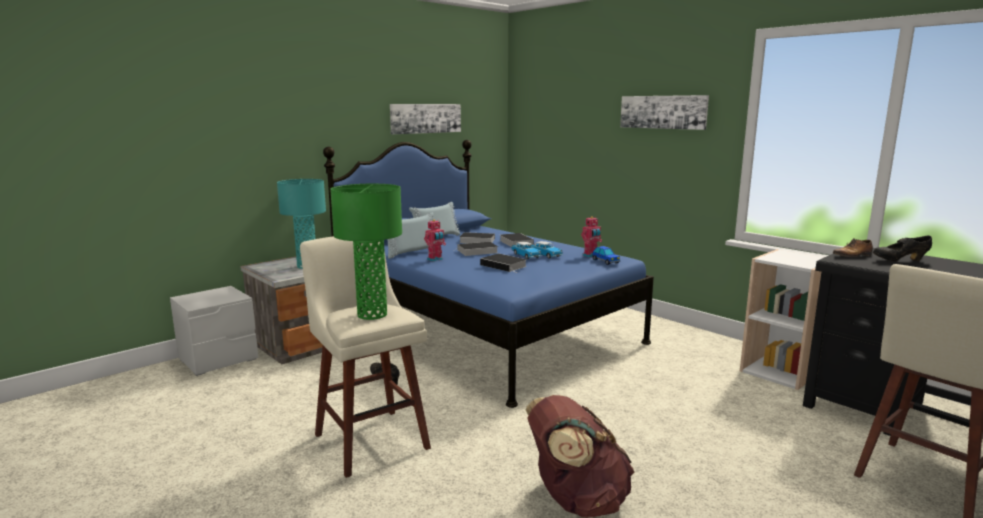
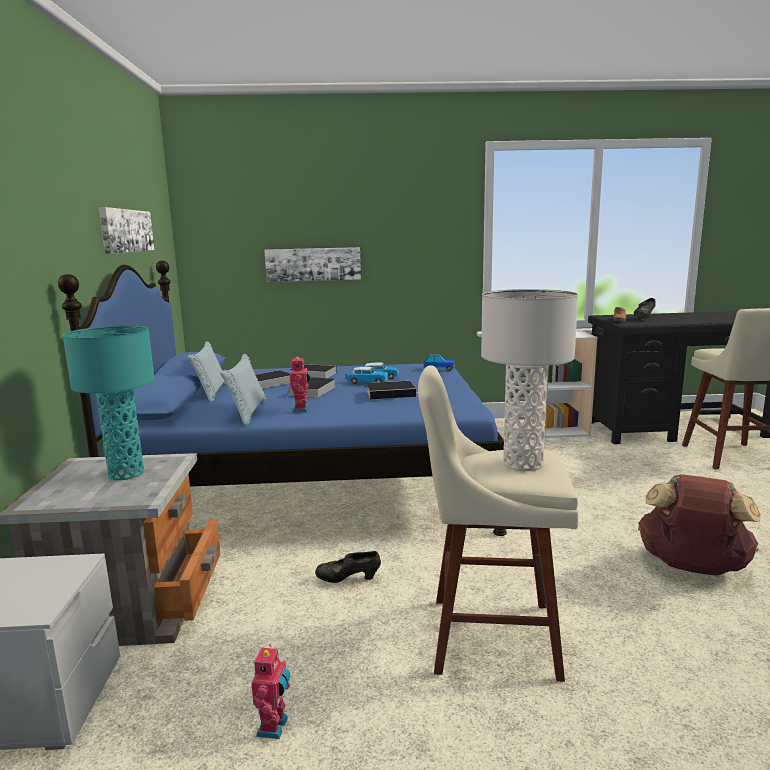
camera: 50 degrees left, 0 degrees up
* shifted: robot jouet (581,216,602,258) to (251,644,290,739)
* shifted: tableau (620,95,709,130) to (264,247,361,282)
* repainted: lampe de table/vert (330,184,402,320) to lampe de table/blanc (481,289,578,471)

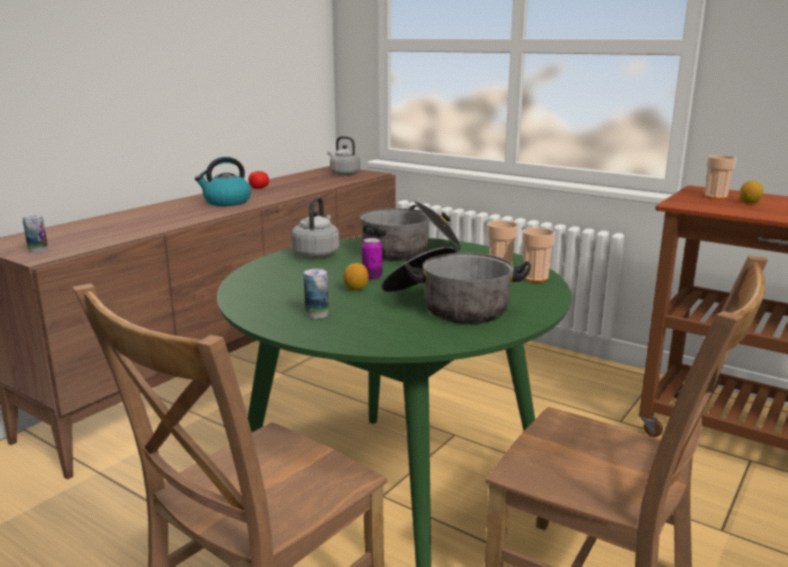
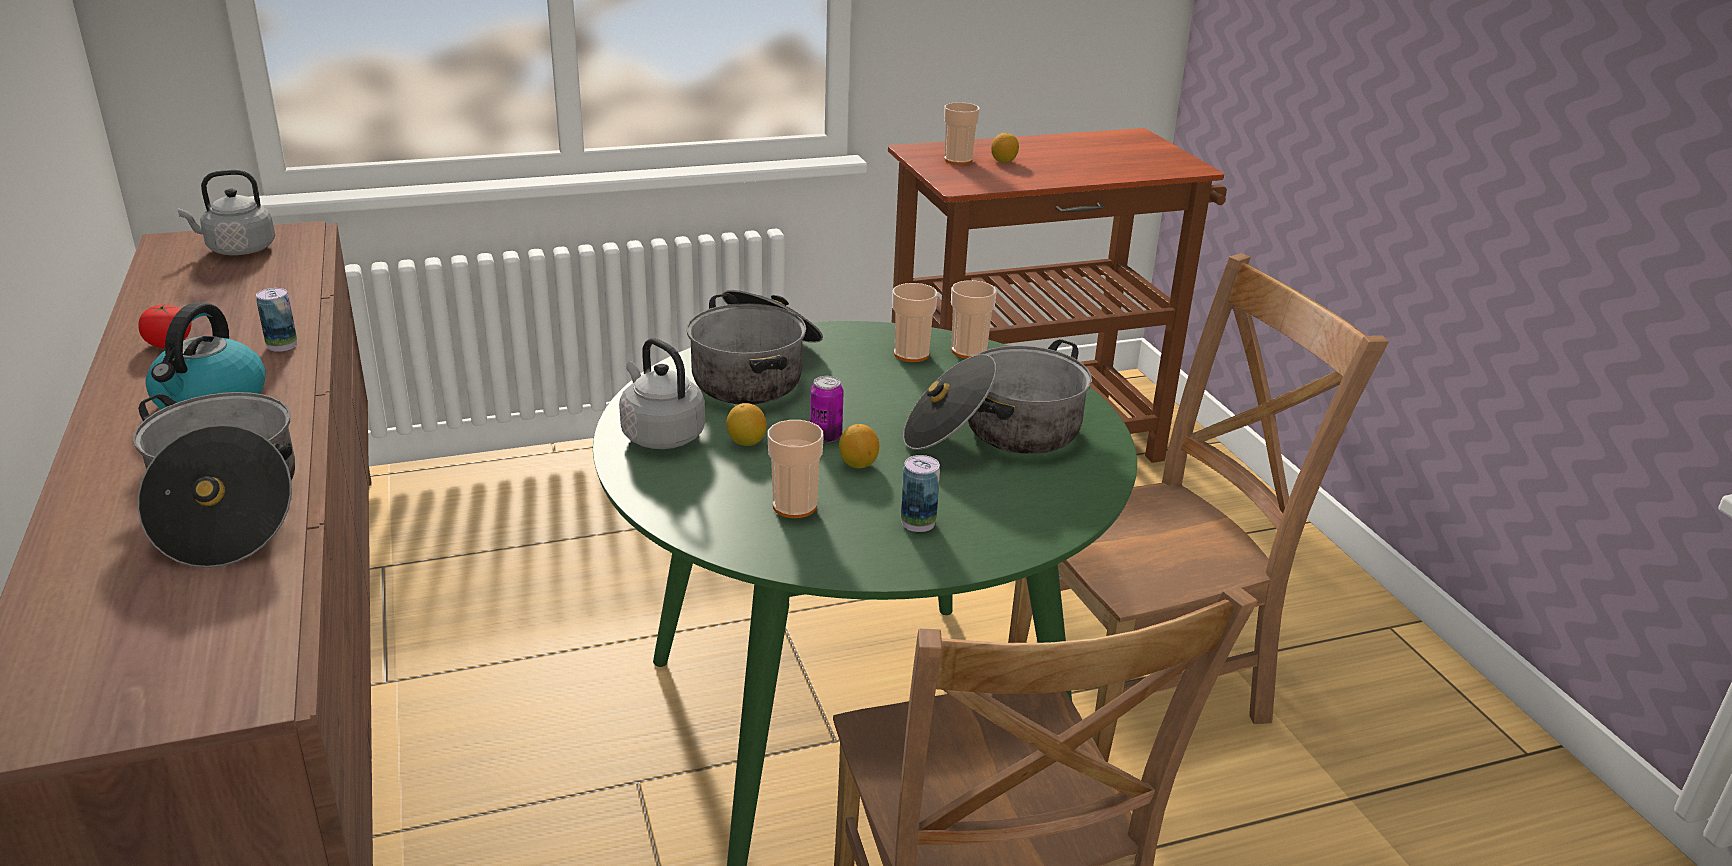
camera: 55 degrees left, 10 degrees up
* new: marmite (133,392,295,568)
* shifted: boîte métallique (23,214,48,253) to (256,288,297,352)
* new: citron (726,403,767,446)
* new: tasse (767,420,824,518)

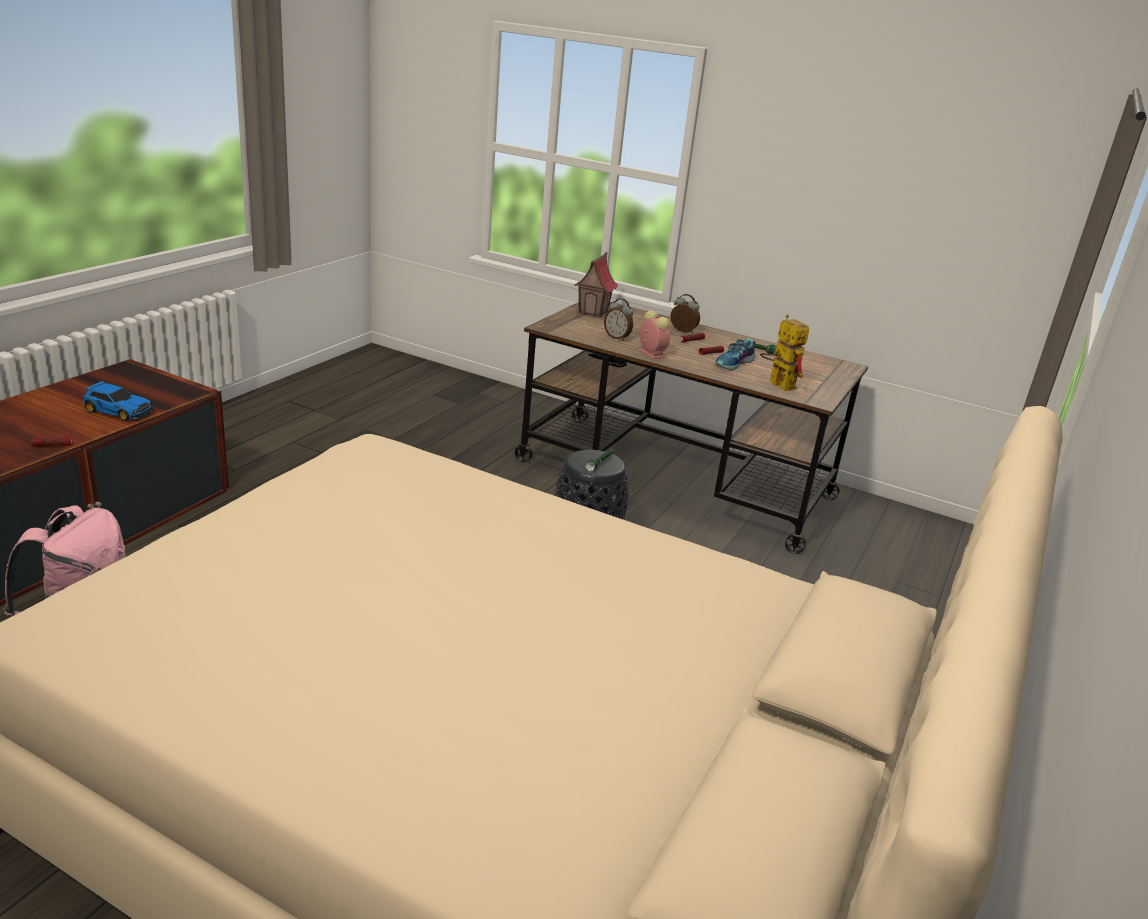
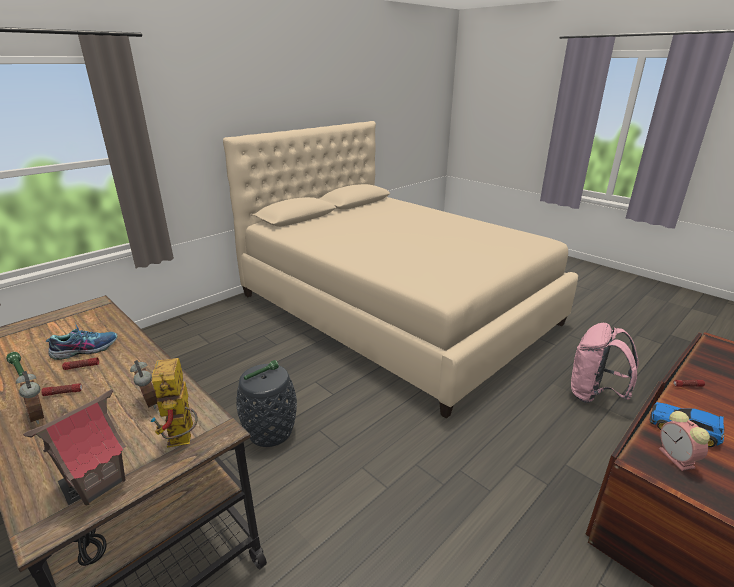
camera: 160 degrees left, 0 degrees up
* shifted: robot jouet (760,315,809,391) to (150,358,198,448)
* shifted: réveil (640,311,670,359) to (658,411,710,471)

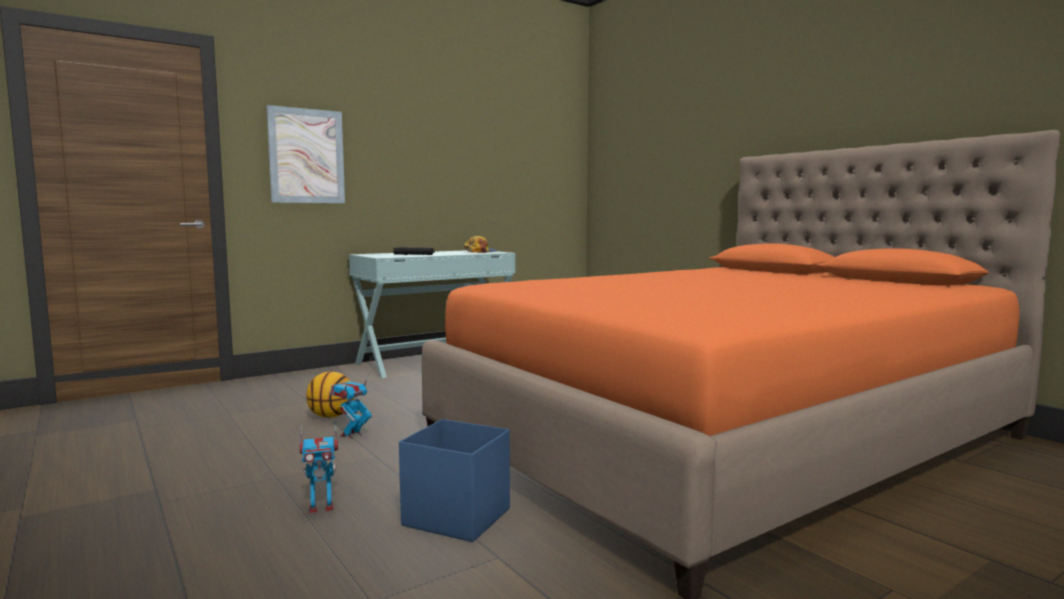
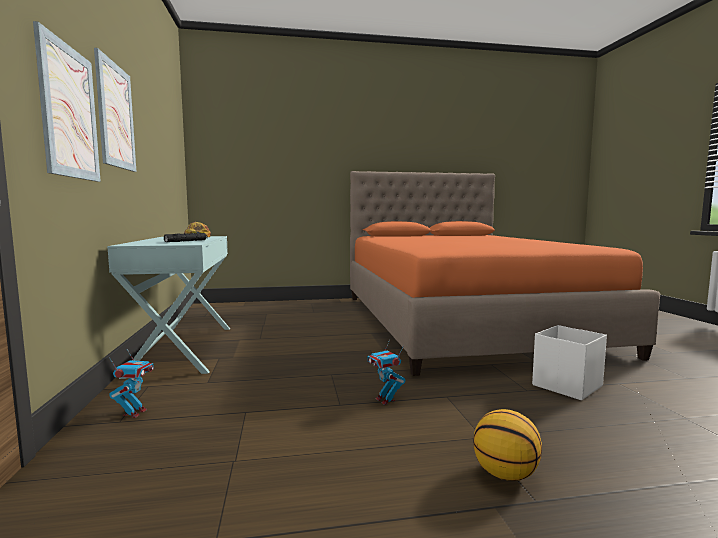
camera: 65 degrees left, 0 degrees up
* new: tableau (94,48,136,172)
* shifted: robot jouet (300,421,338,513) to (109,349,154,418)
* shifted: ballon de basket (306,371,354,418) to (473,409,542,481)
* repainted: boîte de rangement/bleu (399,419,510,542) to boîte de rangement/blanc (532,325,607,400)

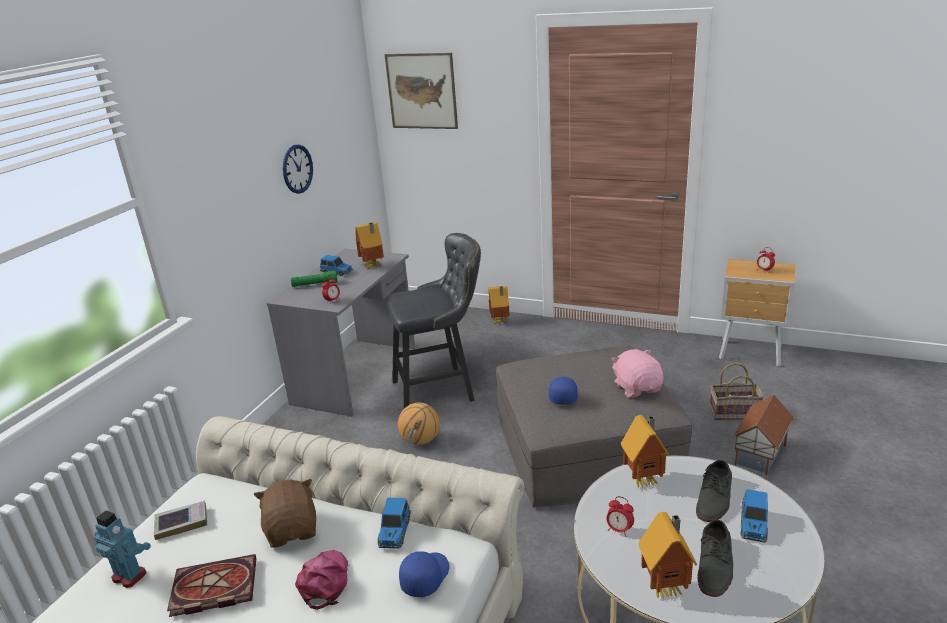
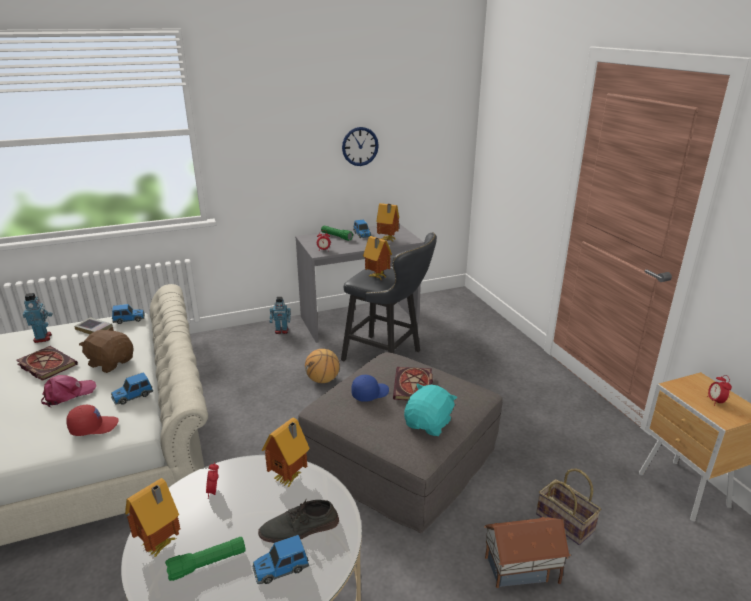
camera: 45 degrees right, 0 degrees up
* repainted: casquette/bleu (399,551,450,597) to casquette/rouge (66,405,119,436)
* rotated: peluche/marron (254,479,316,548) = (79,327,133,373) 90 degrees counterclockwise
* new: petite voiture (112,304,145,324)
* swapped: chaussure/gris (698,520,733,597) to lampe de poche/vert (165,537,246,581)
* new: robot jouet (270,297,291,334)
* shifted: maison miniature (489,286,510,324) to (363,236,392,279)
* new: livre (393,367,433,401)
* repainted: peluche/rose (611,349,663,398) to peluche/turquoise (404,383,457,436)
* gone: tableau (385,53,458,129)

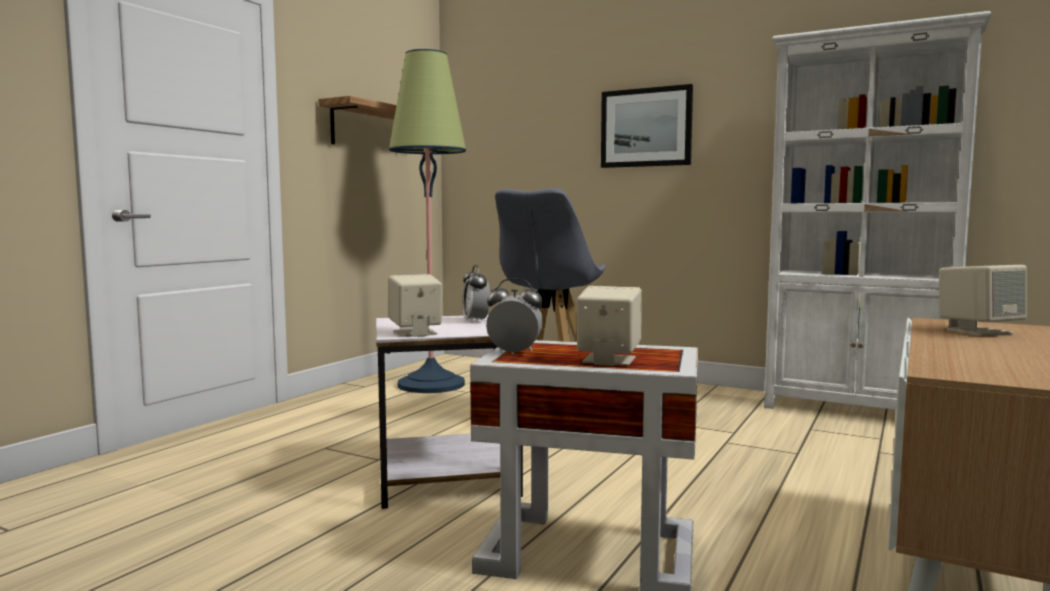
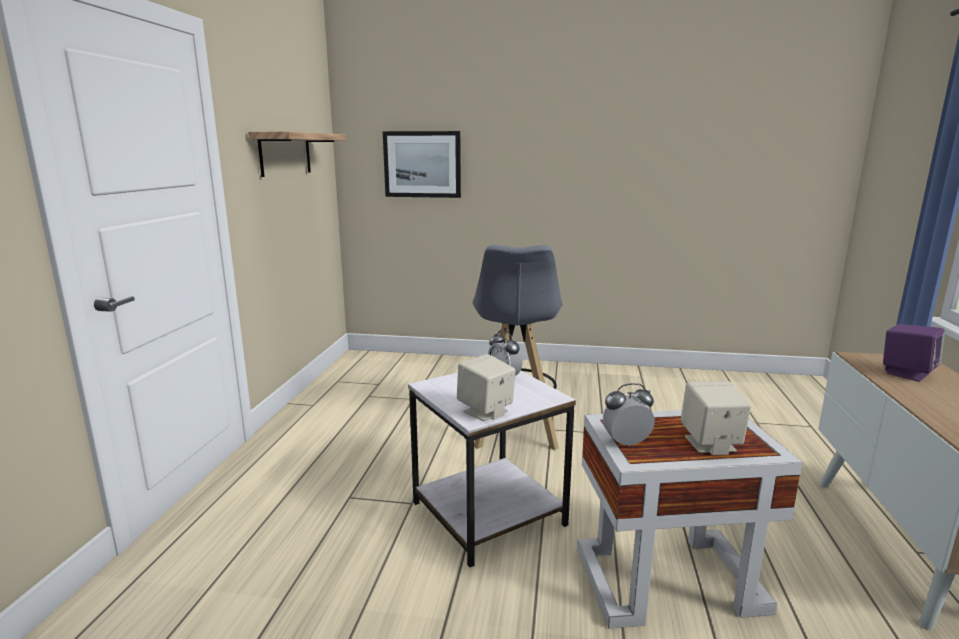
camera: 20 degrees left, 10 degrees up
* shifted: tableau (601,84,693,168) to (383,131,461,198)
* repainted: enceinte/beige (939,265,1027,336) to enceinte/violet (883,324,945,382)
* gone: lampadaire (389,49,466,393)
* gone: bibliothèque/blanc (764,11,991,410)

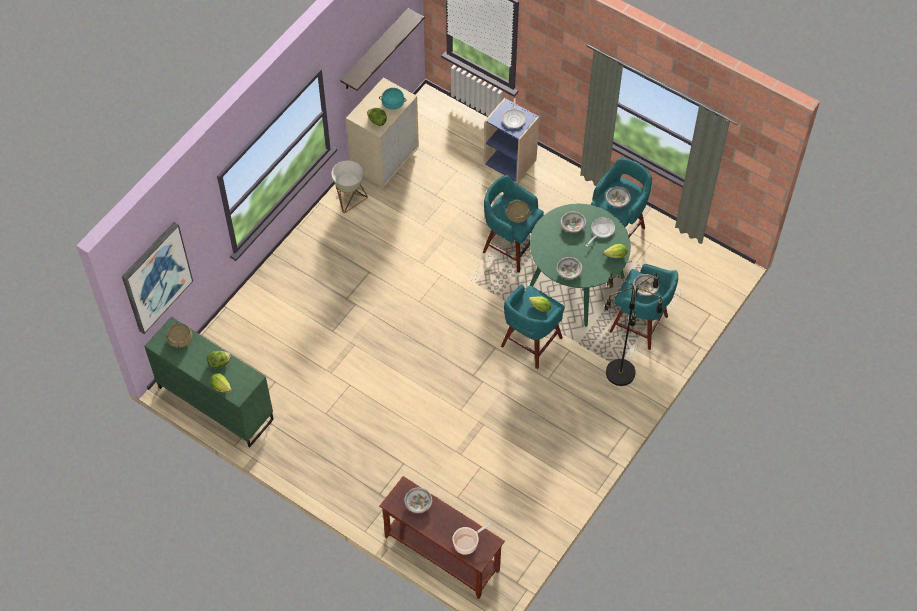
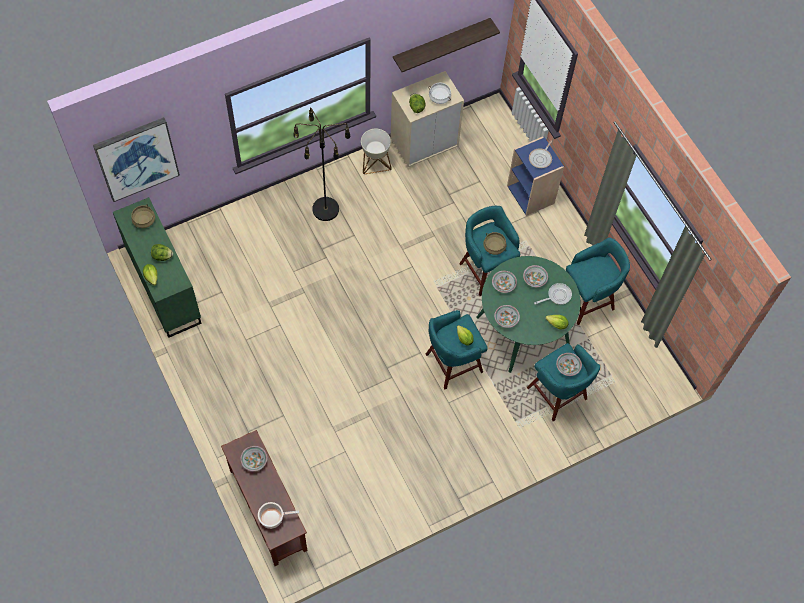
camera: 25 degrees right, 5 degrees up
* shifted: lampadaire (604,273,663,386) to (293,107,350,221)
* repainted: marmite/turquoise (379,88,406,110) to marmite/blanc (428,83,451,104)
* shifted: bol (606,187,631,207) to (492,271,517,293)

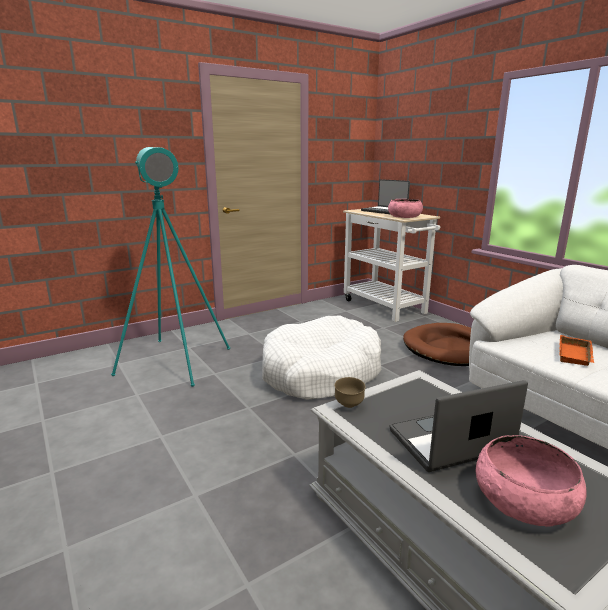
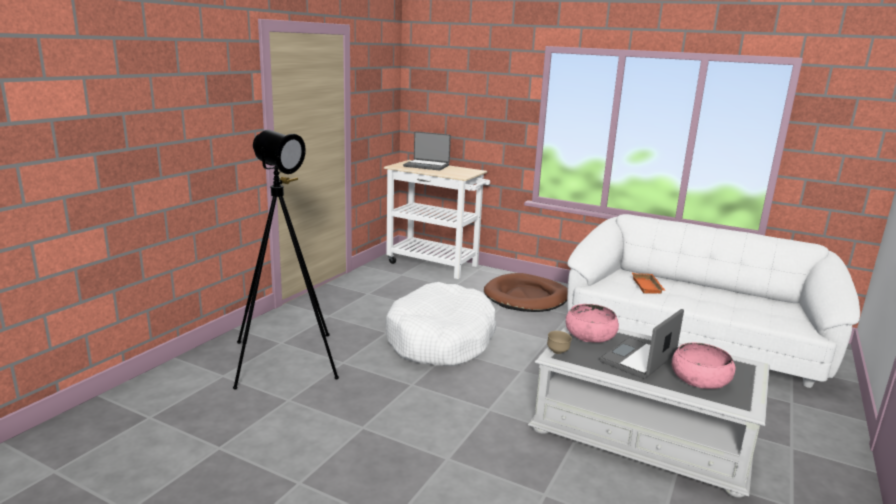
camera: 30 degrees left, 0 degrees up
* repainted: lampadaire/turquoise (111,147,230,387) to lampadaire/noir (233,130,339,389)
* shifted: bol/rose (388,199,423,218) to (566,304,619,343)

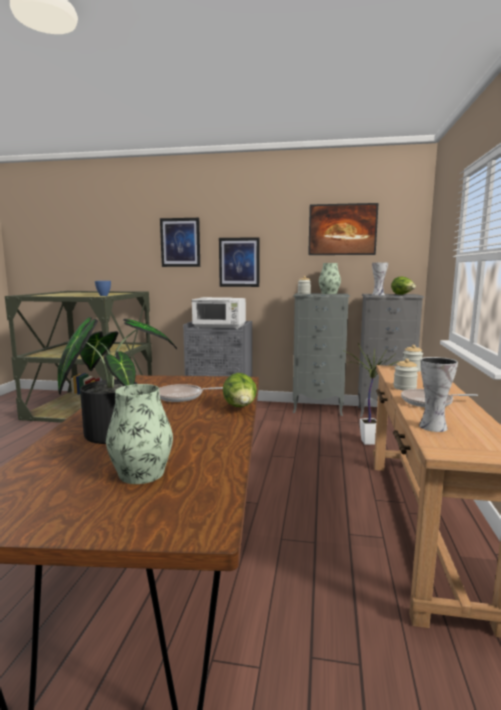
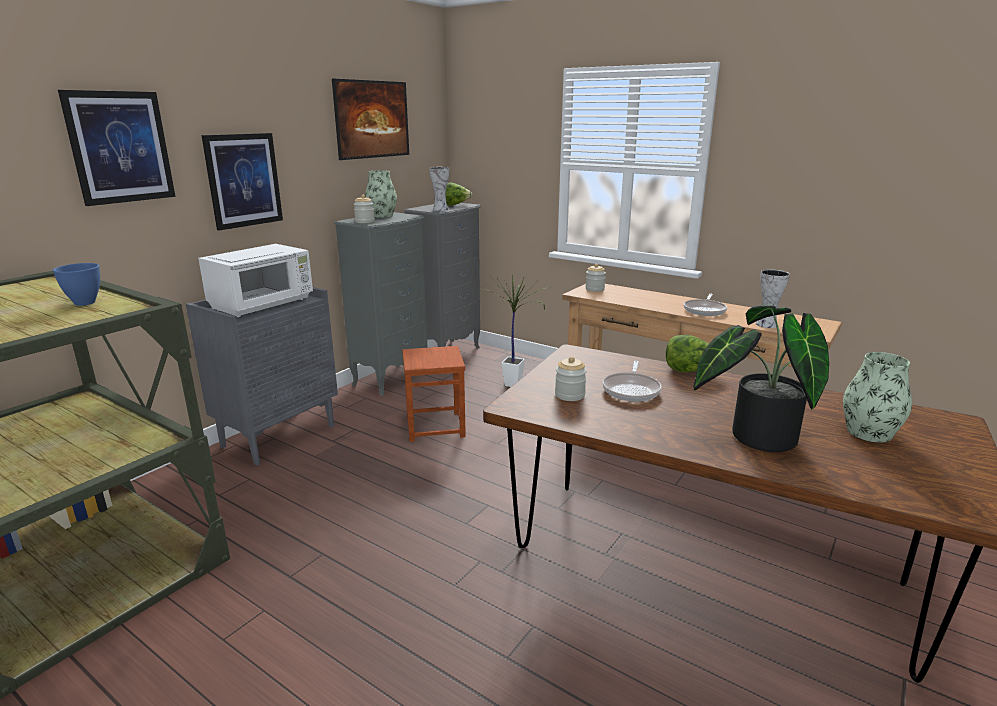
camera: 65 degrees left, 10 degrees up
* new: tabouret/marron (402,346,466,442)
* shifted: bocal (393,358,418,390) to (555,357,587,401)

